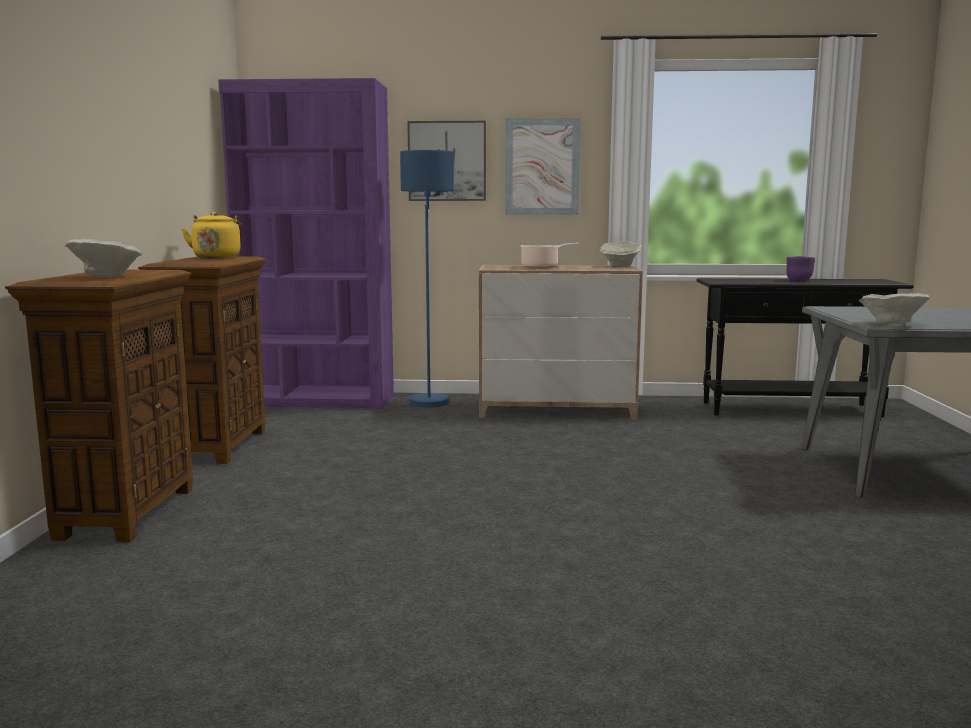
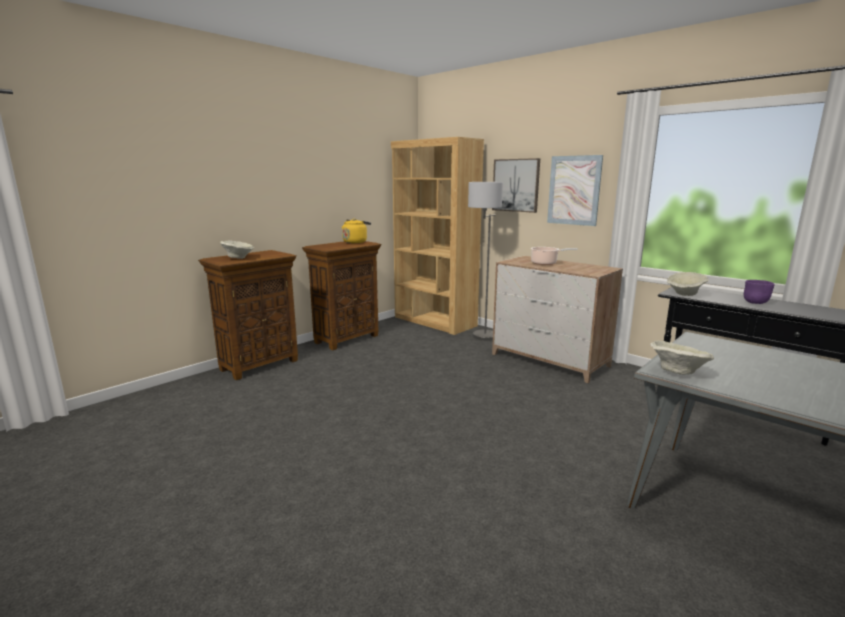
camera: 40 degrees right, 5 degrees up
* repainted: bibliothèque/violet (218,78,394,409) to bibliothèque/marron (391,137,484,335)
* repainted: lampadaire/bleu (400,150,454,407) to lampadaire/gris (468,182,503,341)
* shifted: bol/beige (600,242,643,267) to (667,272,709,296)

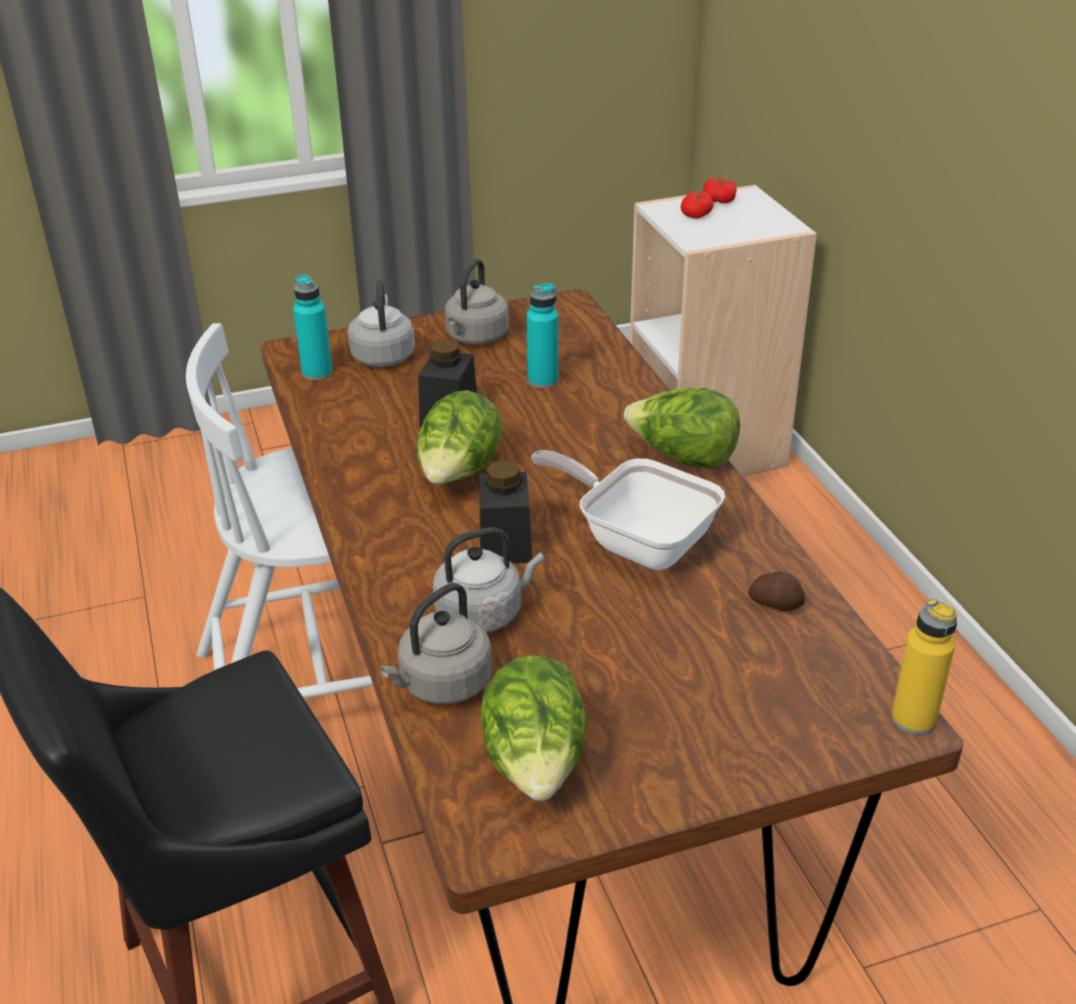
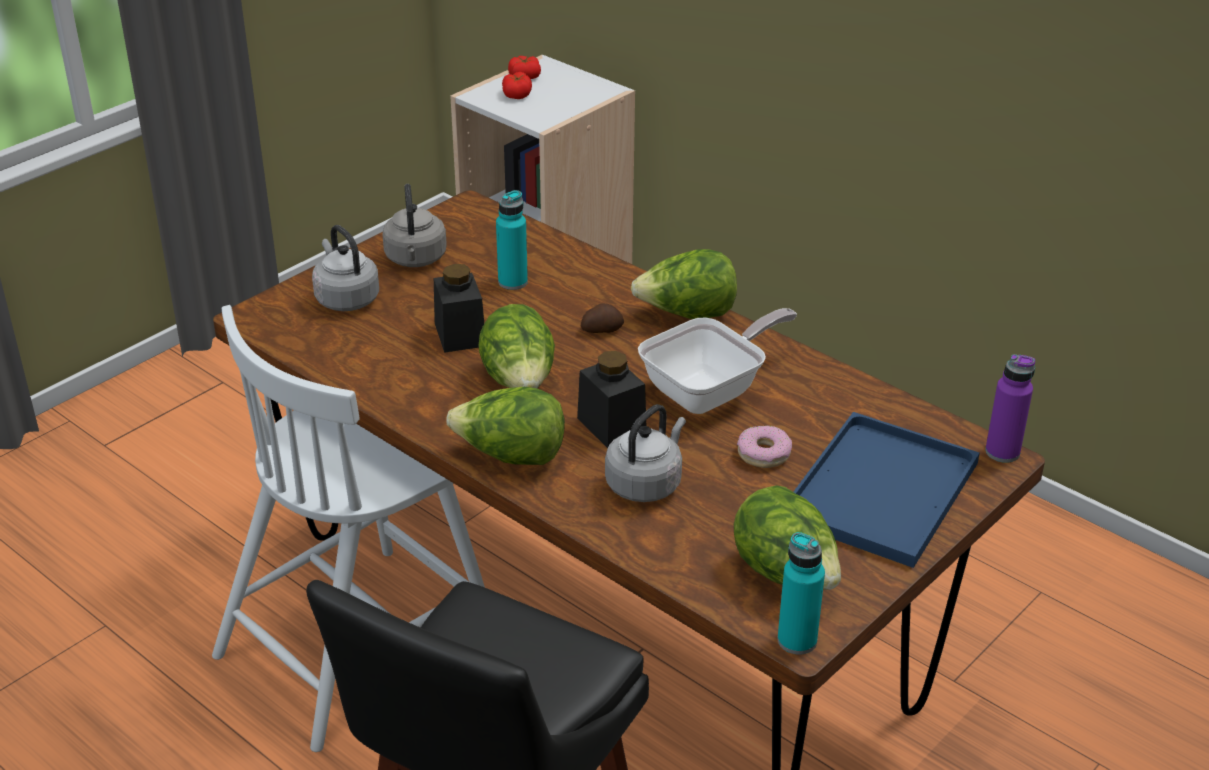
camera: 30 degrees left, 0 degrees up
* new: laitue (446,387,565,465)
* shifted: pomme de terre (748,571,805,611) to (581,303,624,333)
* rotated: poêle (531,450,725,570) = (638,308,797,414) 135 degrees clockwise
* new: beignet (737,426,792,468)
* shifted: bouteille/turquoise (293,274,333,380) to (777,532,825,655)
* new: plateau/bleu (793,412,980,568)
* repainted: bouteille/jaune (891,599,958,735) to bouteille/violet (985,354,1035,463)
* gone: bouilloire/gris (380,583,492,704)

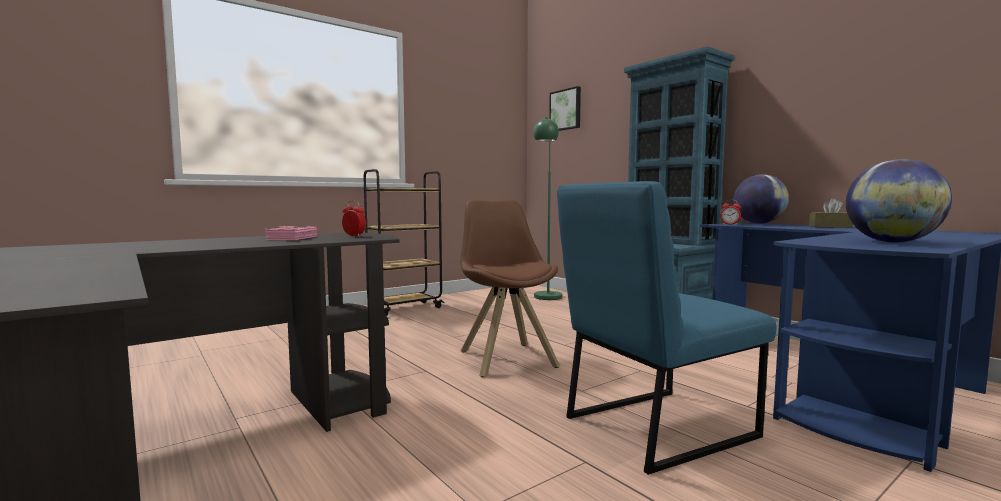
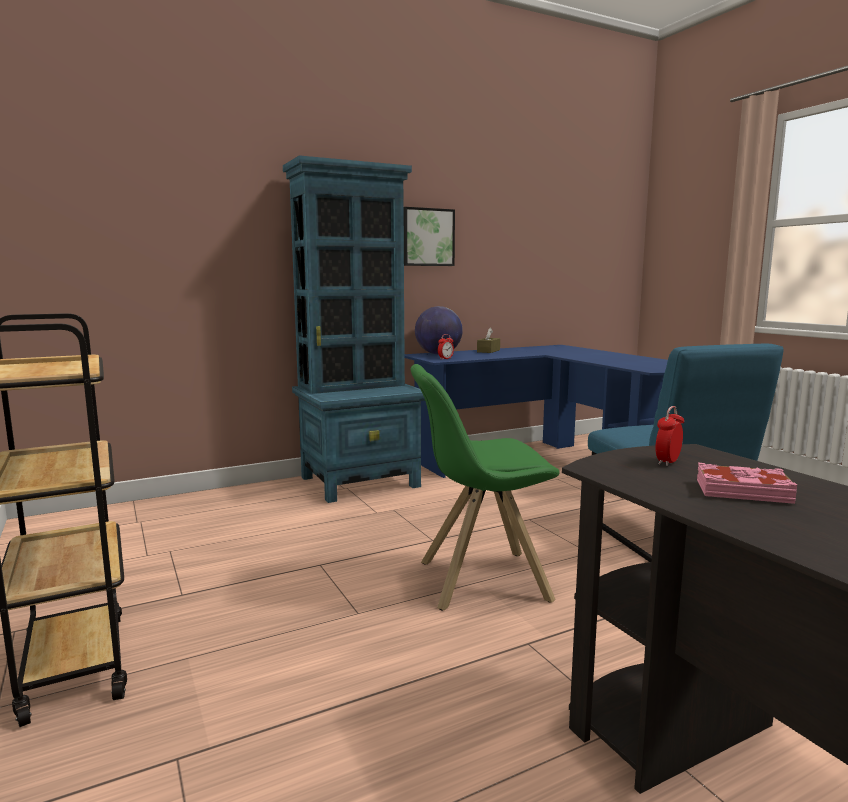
camera: 80 degrees left, 5 degrees up
* shifted: tableau (549,86,581,131) to (403,207,455,266)
* repainted: chaise/marron (460,200,560,377) to chaise/vert (411,364,559,610)
* gone: lampadaire/vert (533,117,562,300)
* gone: globe (846,159,952,243)

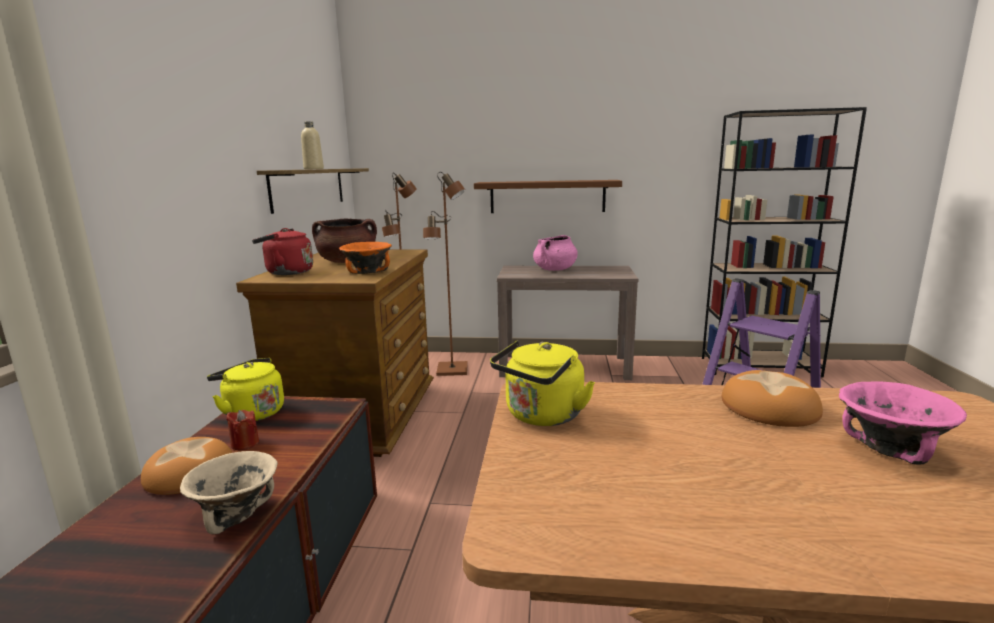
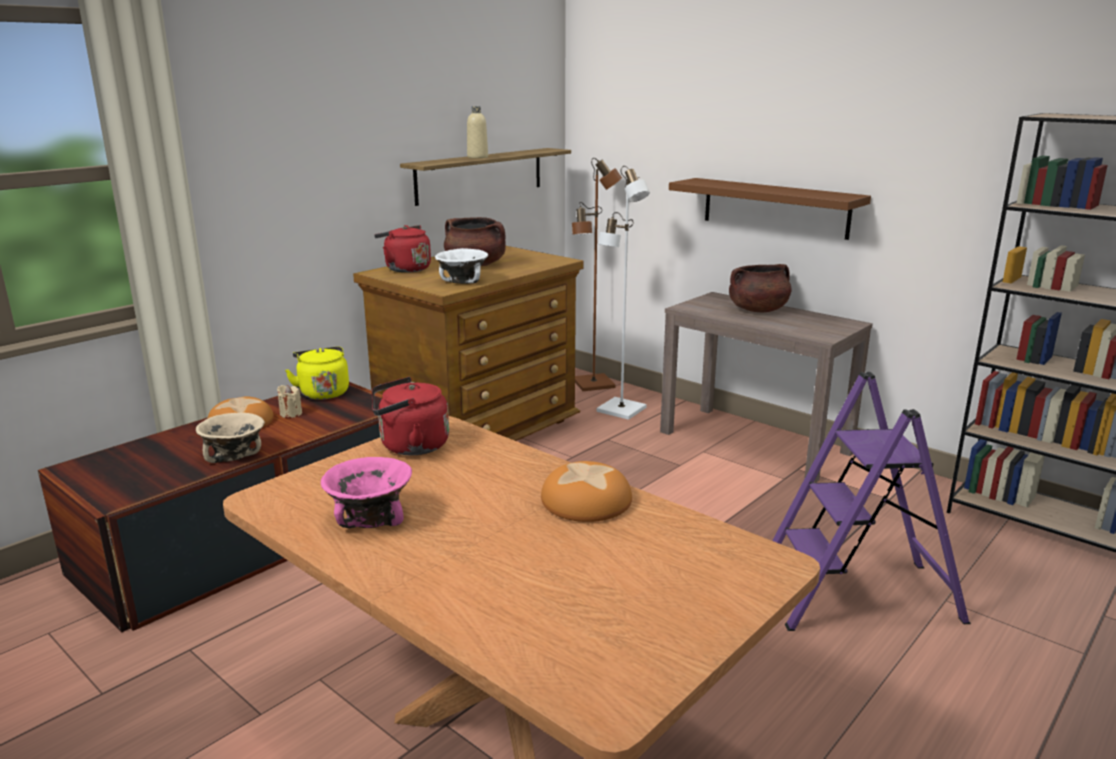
camera: 35 degrees right, 5 degrees up
* repainted: bougie/rouge (227,410,259,450) to bougie/beige (277,385,302,418)
* shifted: bol/rose (839,381,967,465) to (321,457,412,528)
* repainted: bouilloire/jaune (490,340,595,426) to bouilloire/rouge (372,377,449,455)
* repainted: bol/orange (339,242,392,274) to bol/blanc (435,248,488,284)
* repainted: lampadaire/marron (423,172,468,376) to lampadaire/blanc (596,166,650,420)
* repainted: marmite/rose (533,235,578,271) to marmite/marron (729,264,792,312)

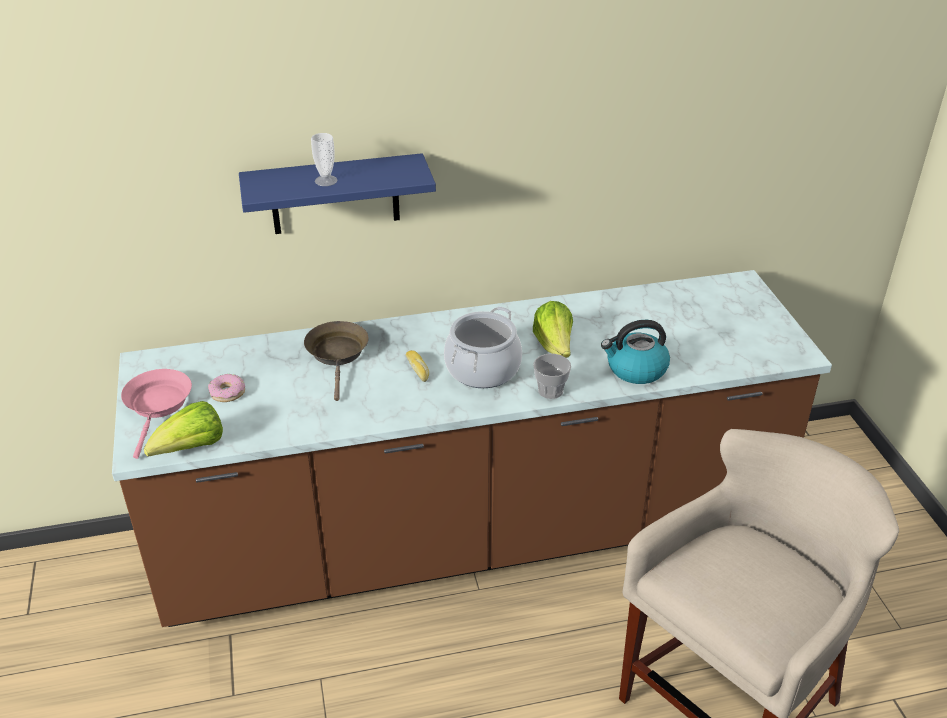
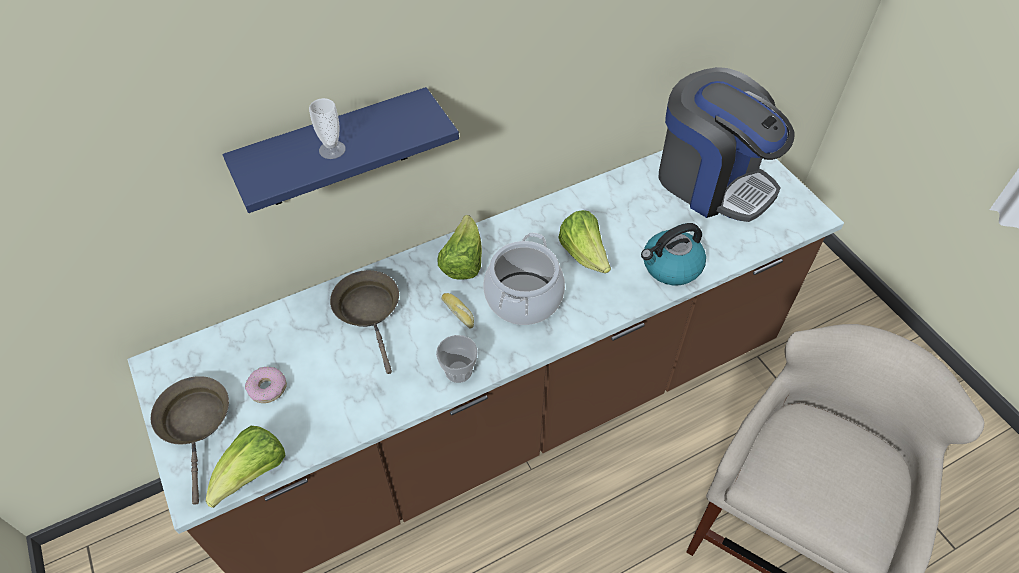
camera: 15 degrees left, 15 degrees up
* repainted: poêle/rose (121,369,192,459) to poêle/marron (151,376,229,504)
* shifted: tasse (533,354,571,399) to (436,335,478,383)
* new: laitue (437,215,482,280)
* new: machine à café (659,67,795,222)

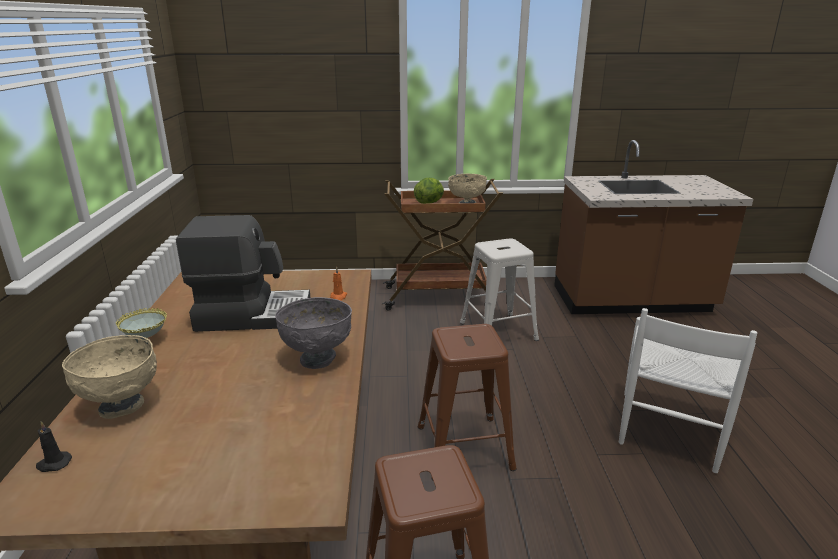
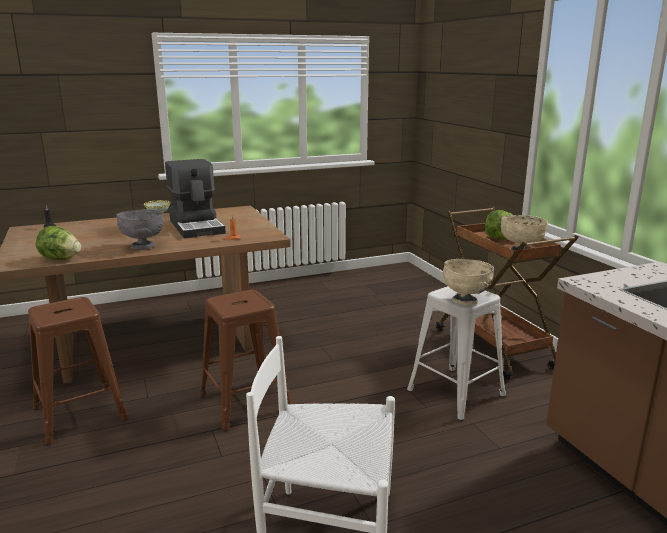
camera: 70 degrees right, 5 degrees down
* new: laitue (36,226,81,260)
* shifted: bol/beige (62,335,157,419) to (443,259,494,305)

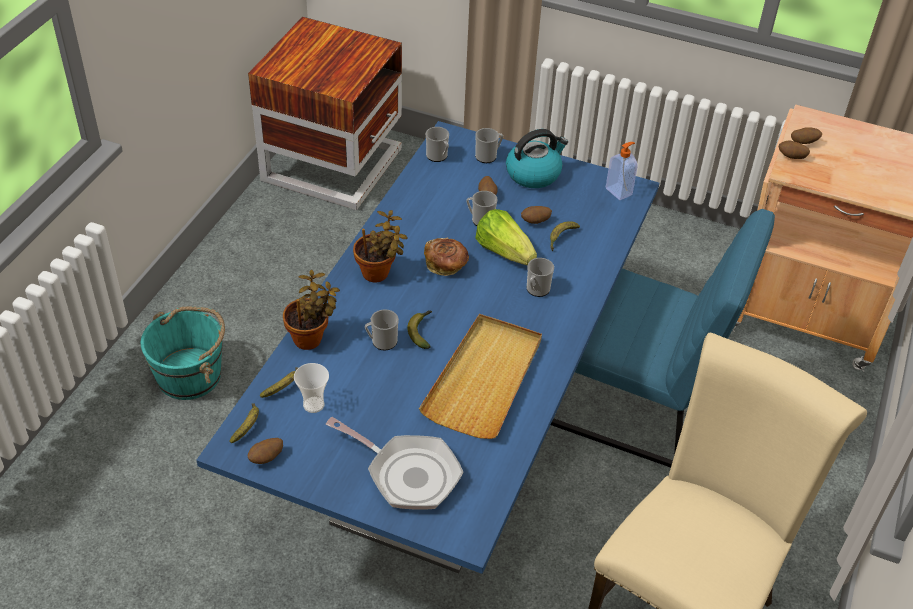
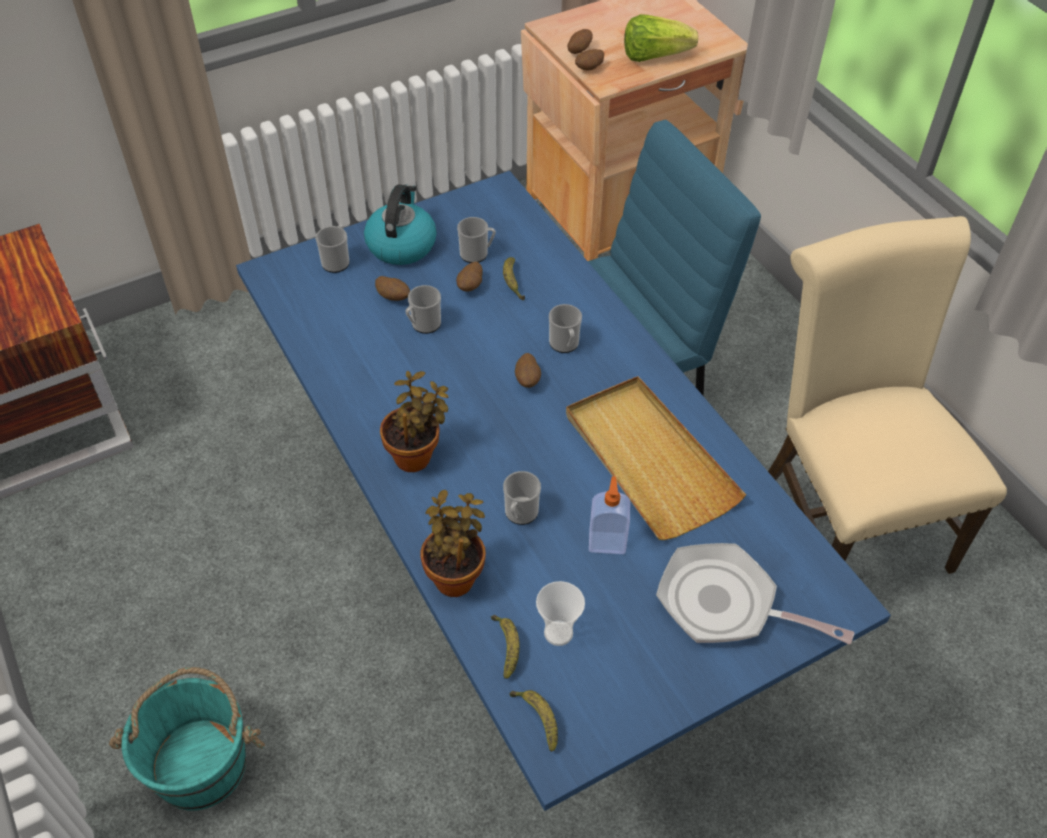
camera: 50 degrees left, 5 degrees up
* shifted: mug (426,127,449,162) to (457,217,496,263)
* shifted: pomme de terre (248,438,283,464) to (515,353,541,388)
* shifted: distributeur de savon (606,142,638,200) to (589,477,630,554)
* shifted: laitue (475,209,537,265) to (624,14,698,62)
* rotated: poêle (326,417,463,510) = (656,543,855,645) 135 degrees counterclockwise
* gone: banane (407,310,432,349)
* gone: pain (424,238,469,276)

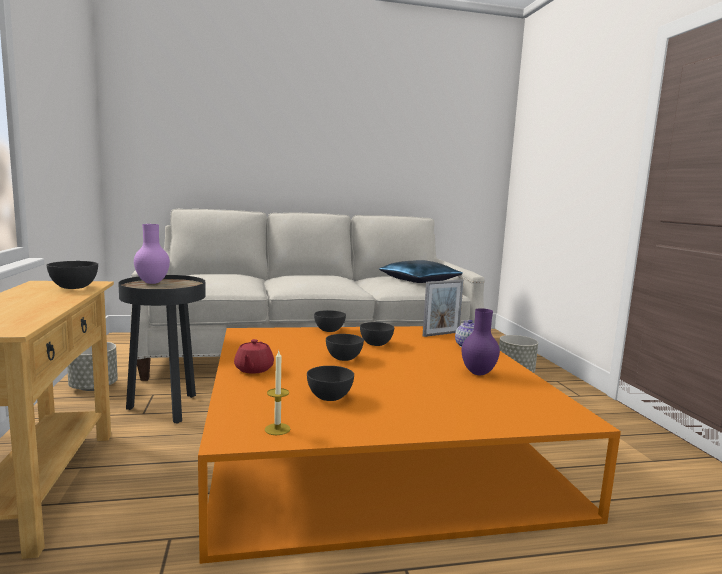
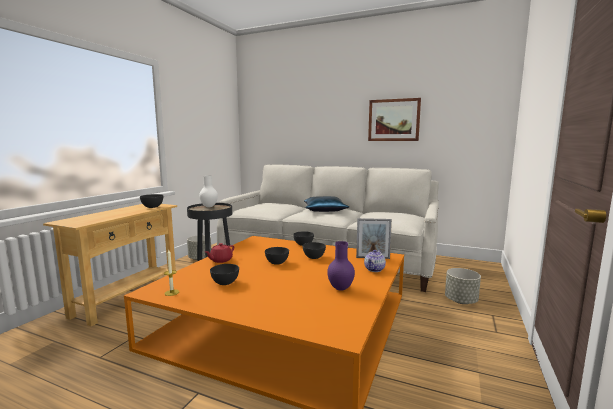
camera: 35 degrees right, 0 degrees up
* repainted: vase/violet (134,224,170,284) to vase/blanc (199,175,218,207)
* shifted: coussin/bleu (379,260,463,283) to (304,196,349,212)
* new: tableau (368,98,421,141)

